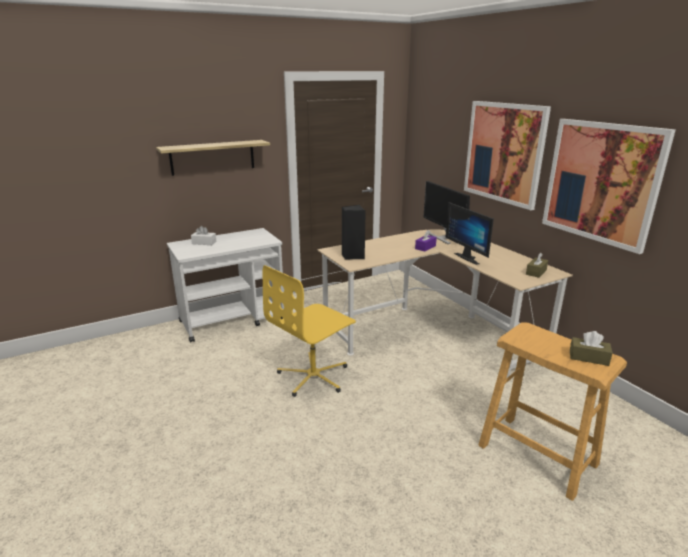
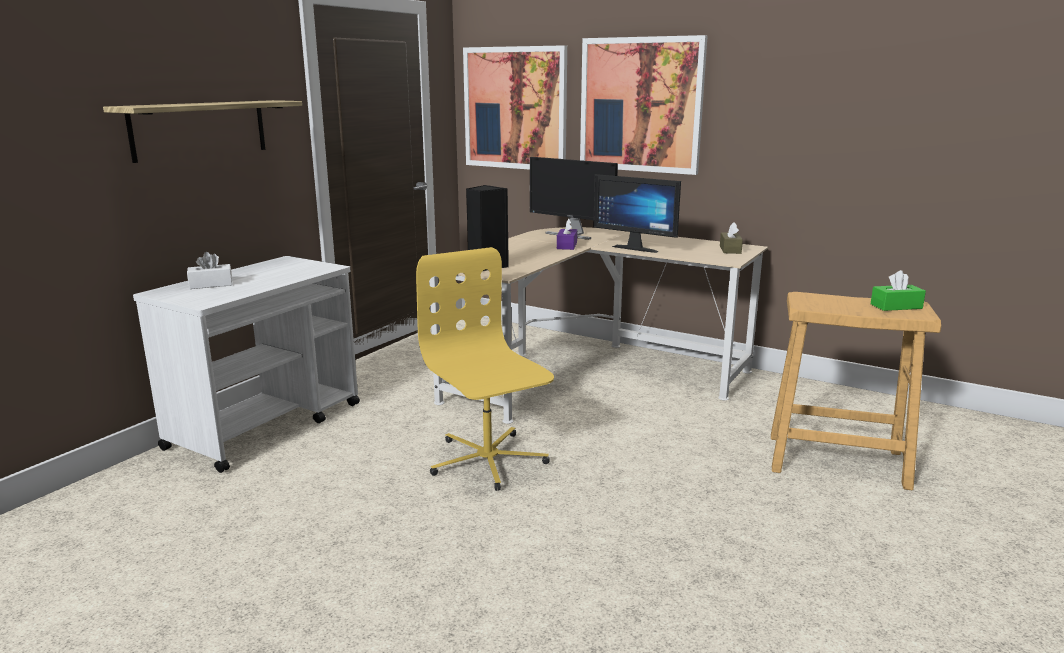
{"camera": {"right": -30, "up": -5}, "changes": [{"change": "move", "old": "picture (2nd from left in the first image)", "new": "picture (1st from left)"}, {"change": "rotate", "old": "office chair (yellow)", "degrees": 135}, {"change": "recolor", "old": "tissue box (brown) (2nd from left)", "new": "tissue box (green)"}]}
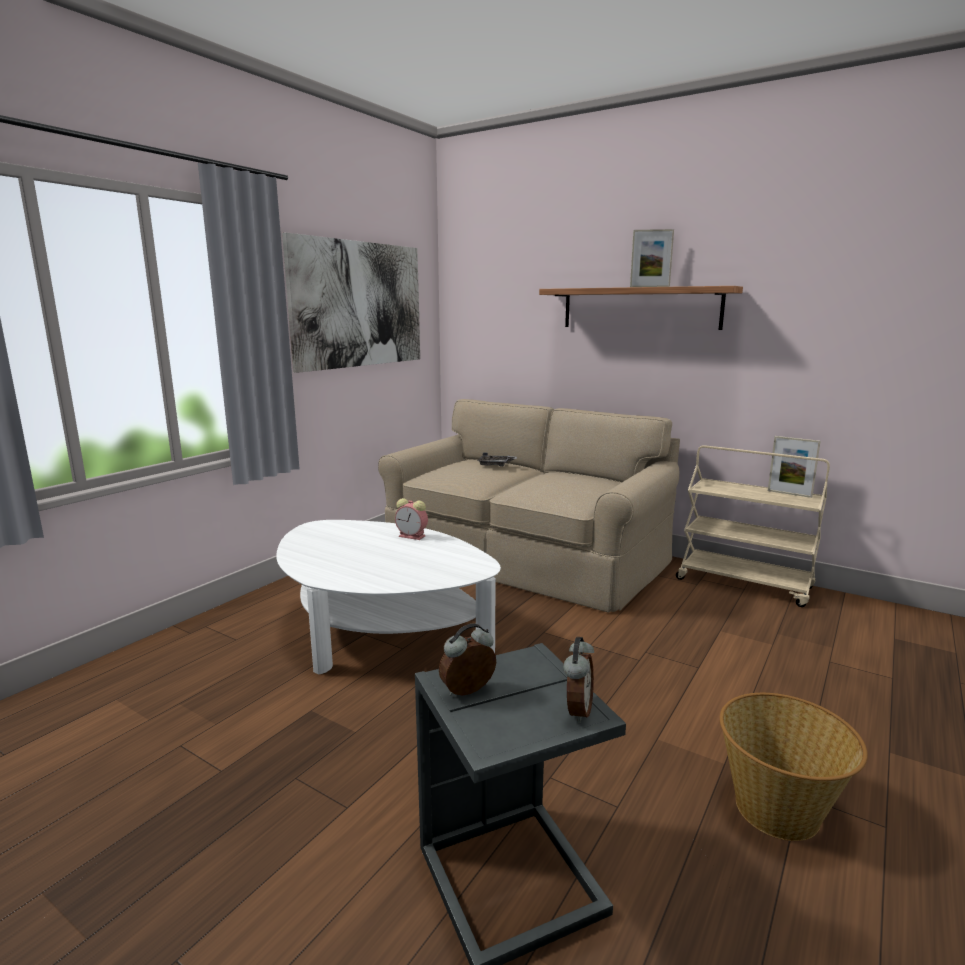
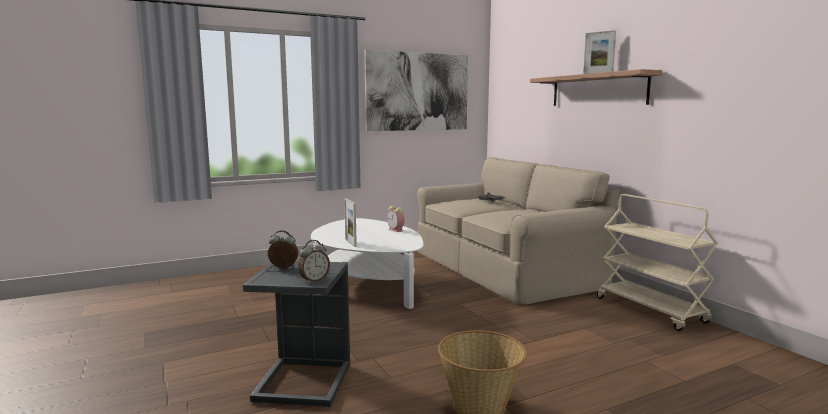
{"camera": {"right": 30, "up": -5}, "changes": [{"change": "move", "old": "picture frame (2nd from left in the first image)", "new": "picture frame (1st from left)"}]}
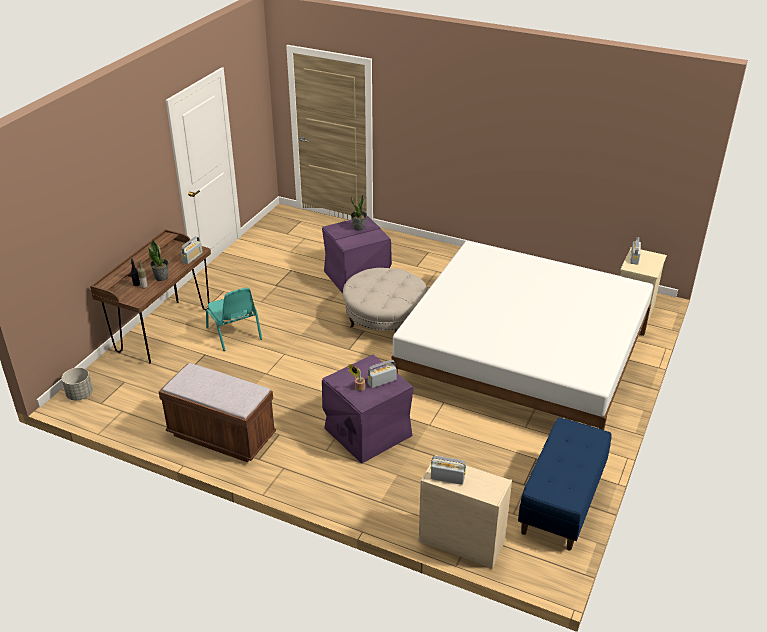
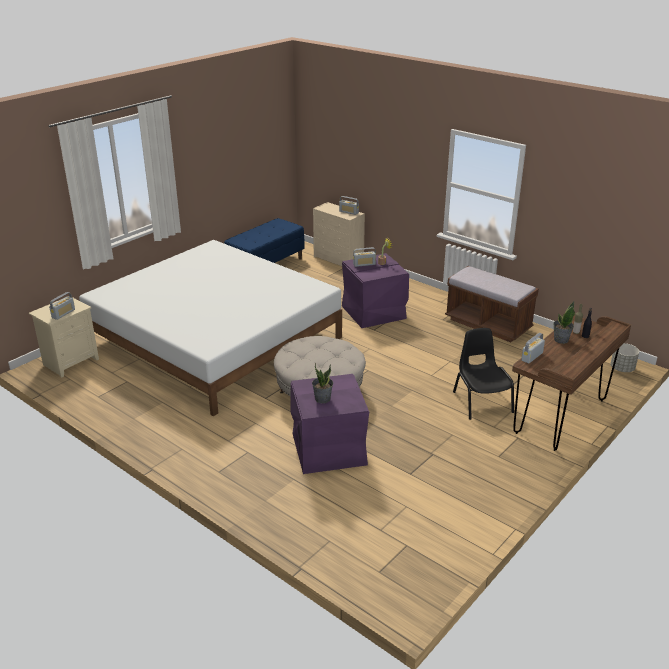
{"camera": {"right": -165, "up": -5}, "changes": [{"change": "recolor", "old": "chair (turquoise)", "new": "chair (black)"}]}
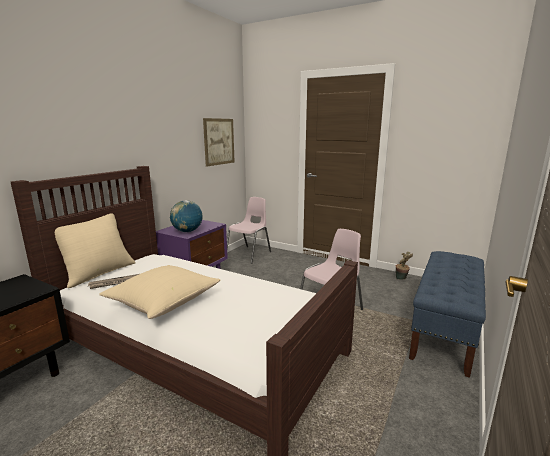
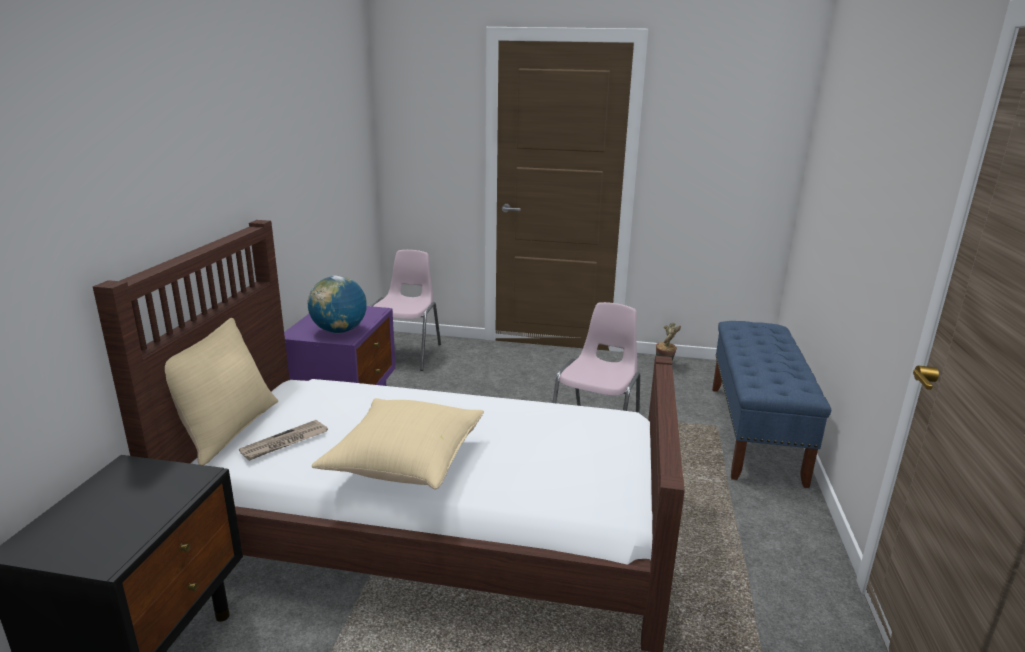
{"camera": {"right": -20, "up": 5}, "changes": [{"change": "delete", "old": "picture"}]}
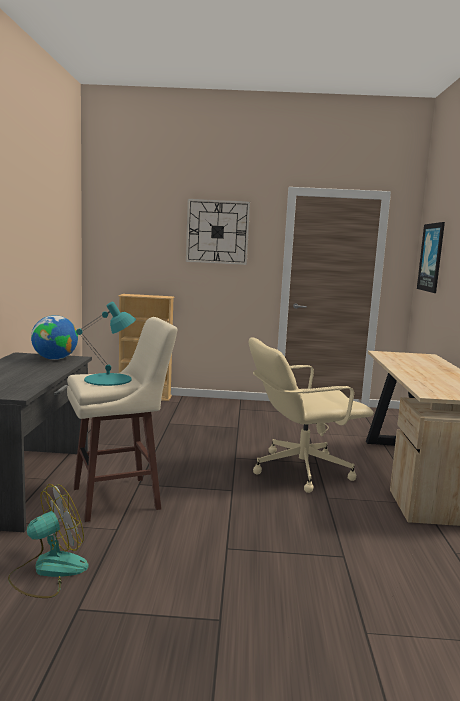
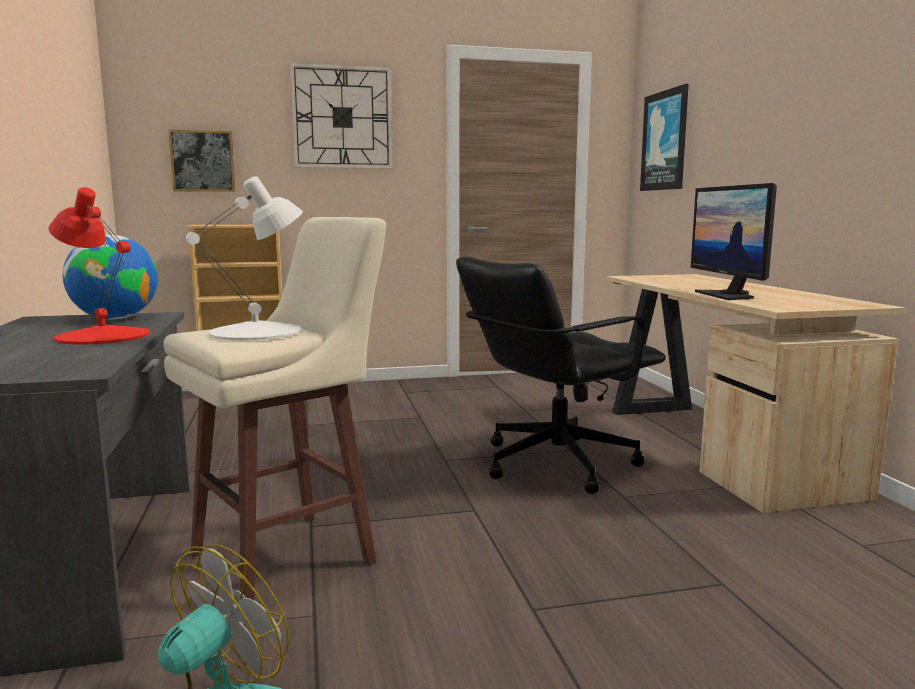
{"camera": {"right": -15, "up": 0}, "changes": [{"change": "recolor", "old": "table lamp (turquoise)", "new": "table lamp (white)"}, {"change": "recolor", "old": "office chair (beige)", "new": "office chair (black)"}, {"change": "insert", "new": "picture (1st from left)"}, {"change": "insert", "new": "monitor"}, {"change": "insert", "new": "table lamp (red)"}]}
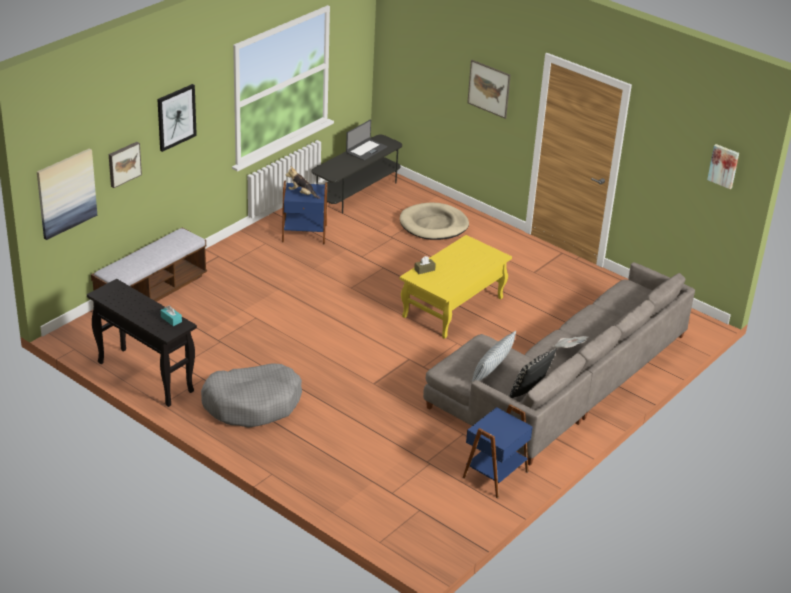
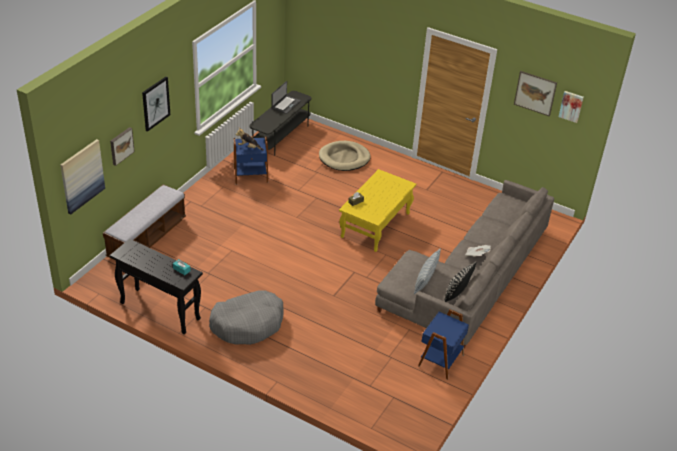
{"camera": {"right": -10, "up": 5}, "changes": [{"change": "move", "old": "picture (4th from left)"}]}
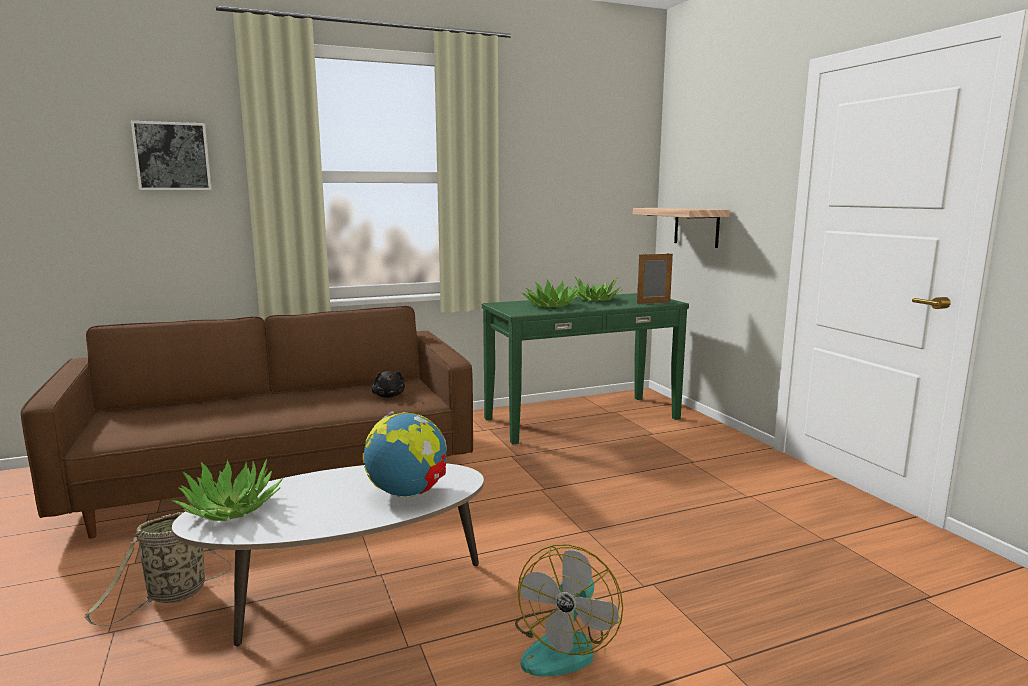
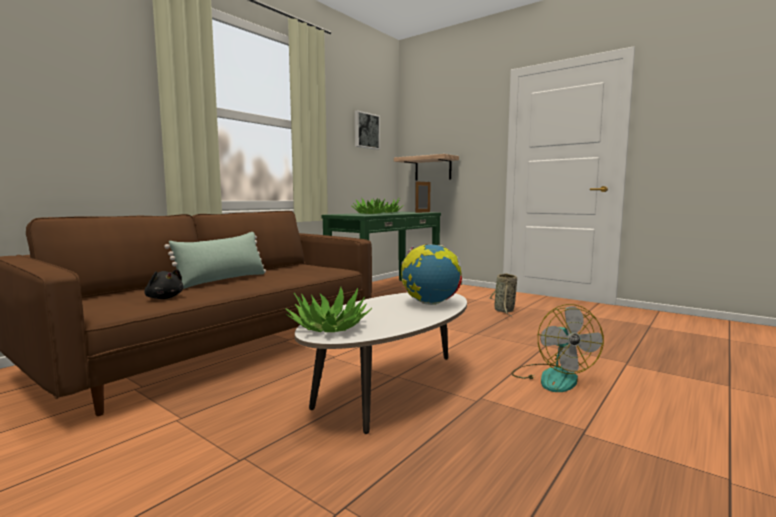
{"camera": {"right": -30, "up": -5}, "changes": [{"change": "move", "old": "picture"}, {"change": "move", "old": "plush toy (black)"}, {"change": "move", "old": "basket"}, {"change": "insert", "new": "pillow (green)"}]}
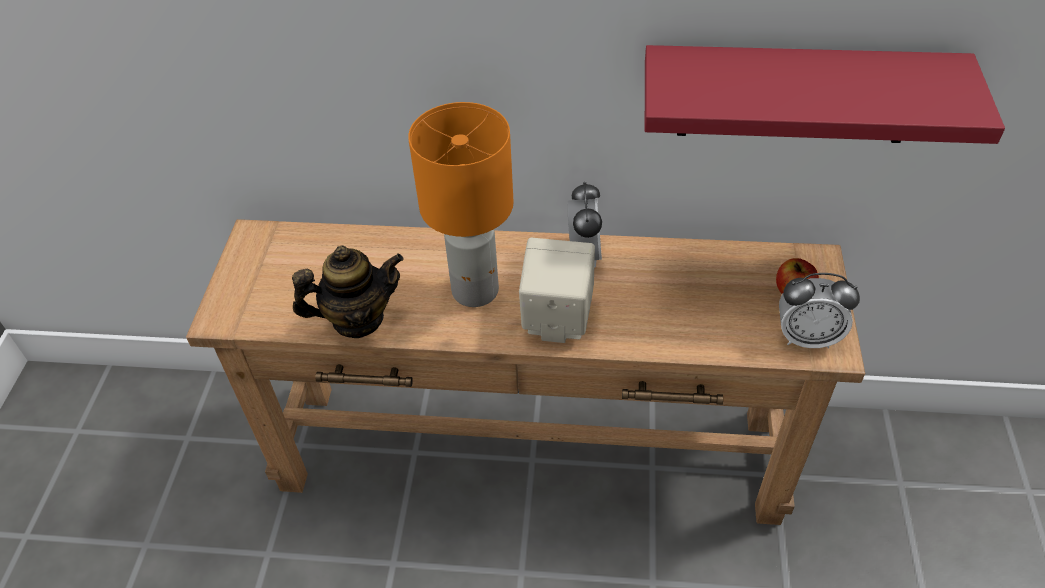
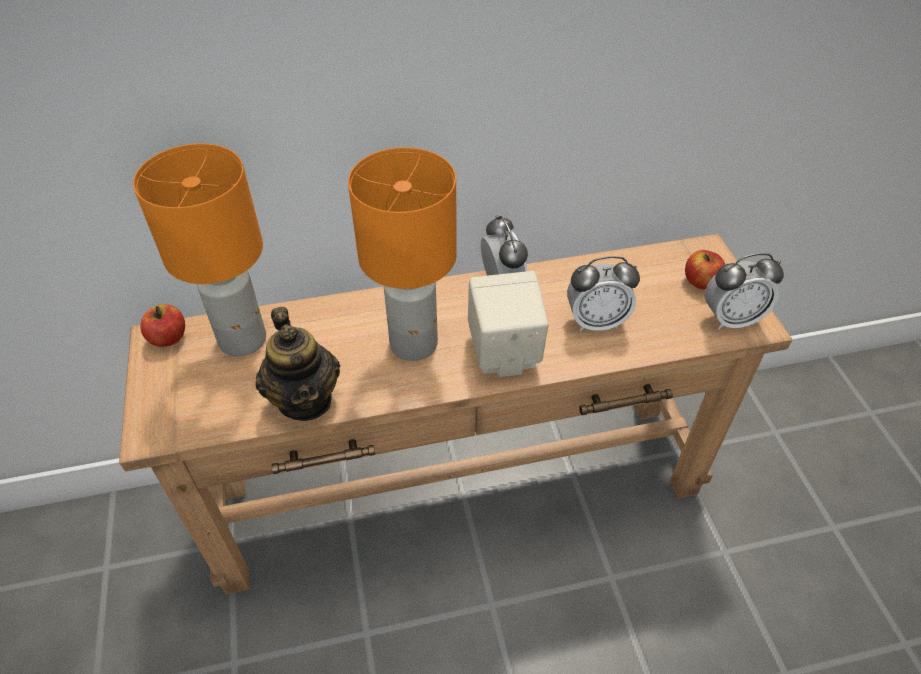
{"camera": {"right": -20, "up": 0}, "changes": [{"change": "delete", "old": "shelf (red)"}, {"change": "rotate", "old": "teapot", "degrees": 105}, {"change": "insert", "new": "table lamp (orange) (1st from left)"}, {"change": "insert", "new": "alarm clock (2nd from left)"}, {"change": "insert", "new": "apple (1st from left)"}]}
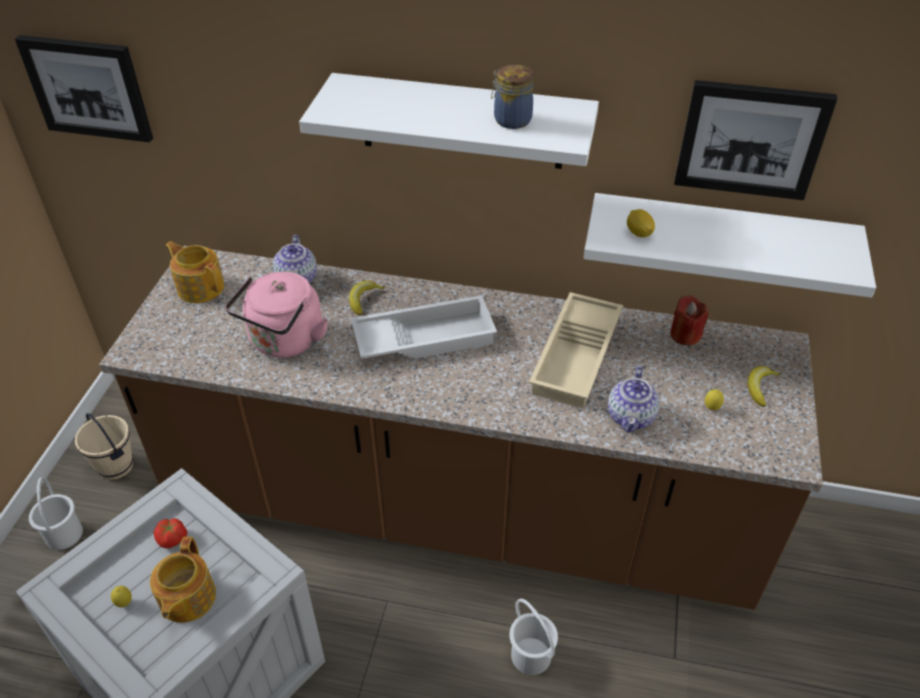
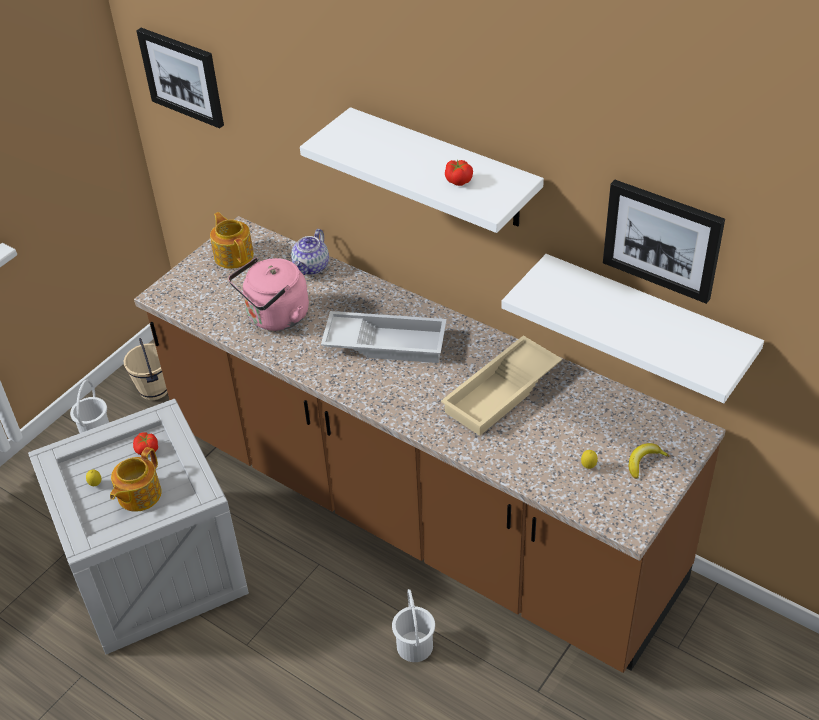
{"camera": {"right": 25, "up": 0}, "changes": [{"change": "replace", "old": "jar", "new": "tomato (2nd from left)"}, {"change": "delete", "old": "lemon (2nd from left)"}, {"change": "delete", "old": "banana (1st from left)"}, {"change": "delete", "old": "candle (red)"}, {"change": "delete", "old": "teapot (4th from left)"}]}
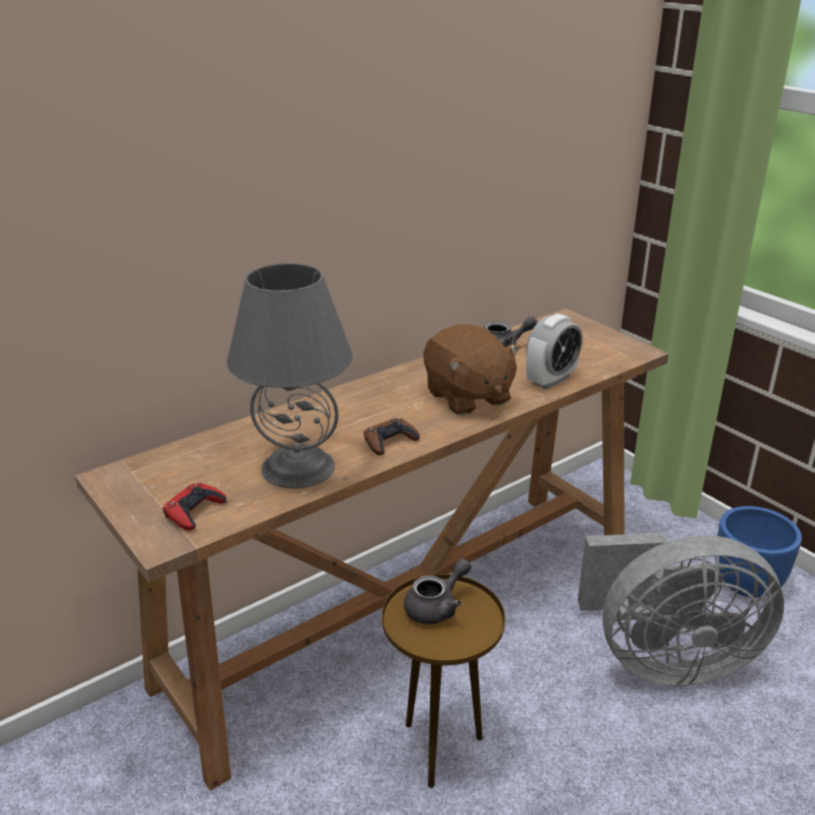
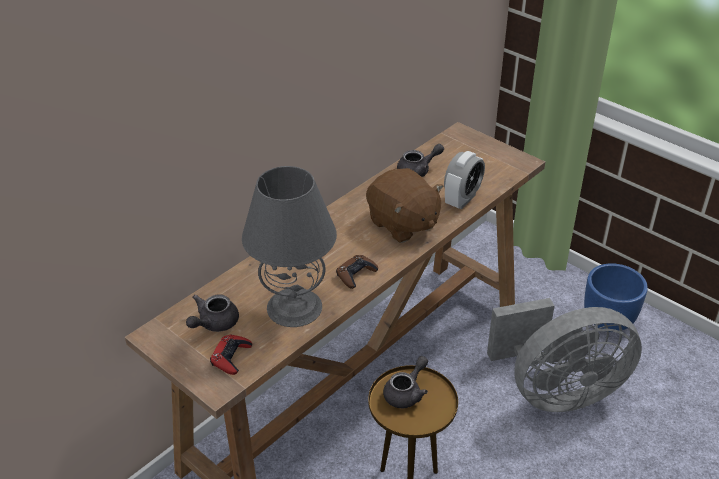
{"camera": {"right": -10, "up": 10}, "changes": [{"change": "insert", "new": "teapot (grey) (1st from left)"}]}
